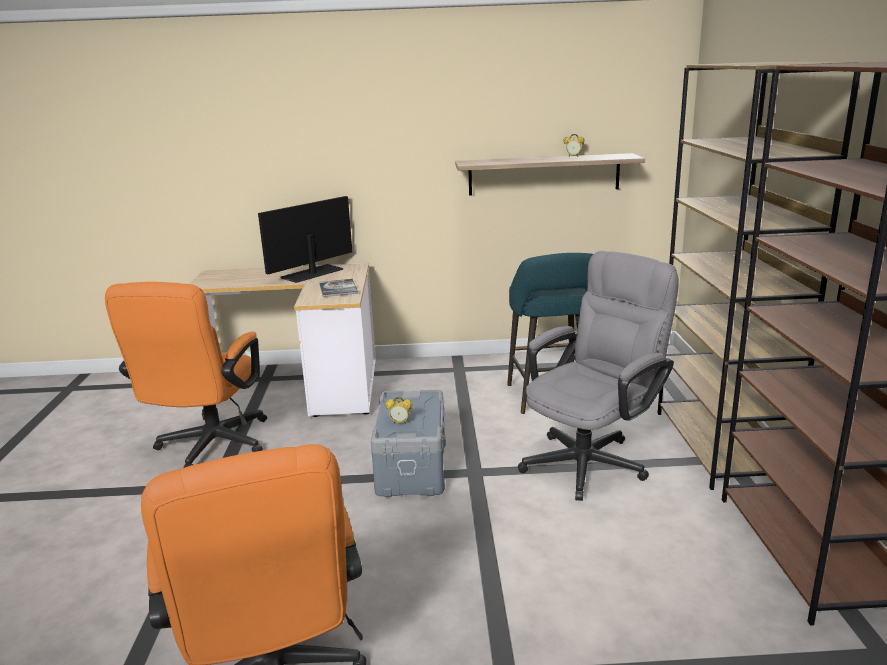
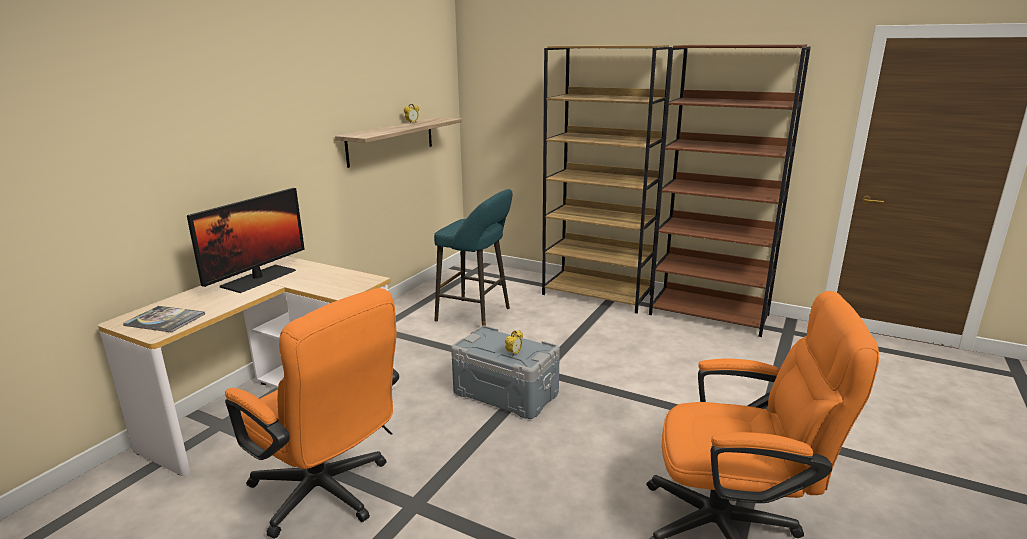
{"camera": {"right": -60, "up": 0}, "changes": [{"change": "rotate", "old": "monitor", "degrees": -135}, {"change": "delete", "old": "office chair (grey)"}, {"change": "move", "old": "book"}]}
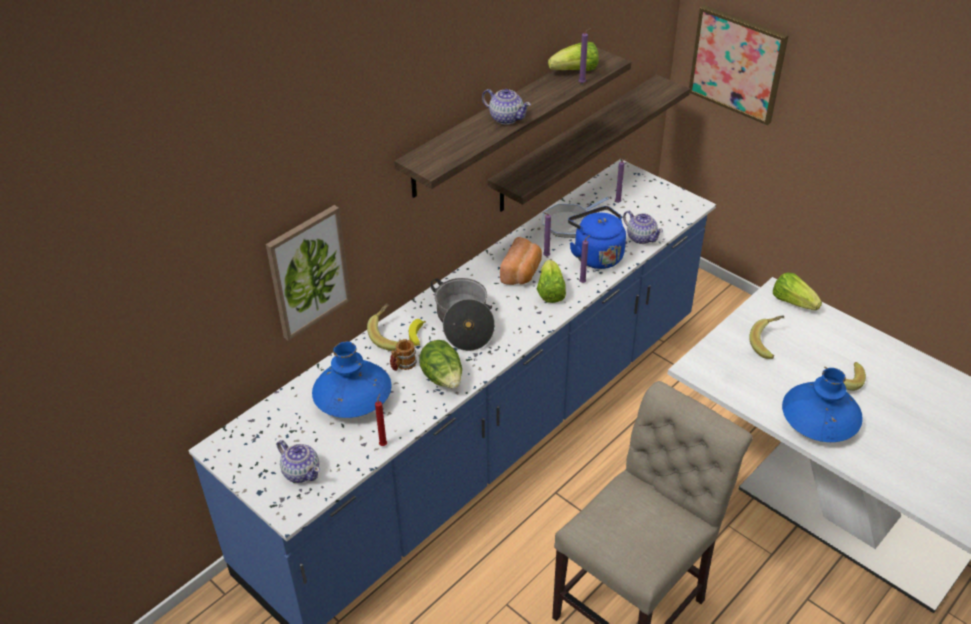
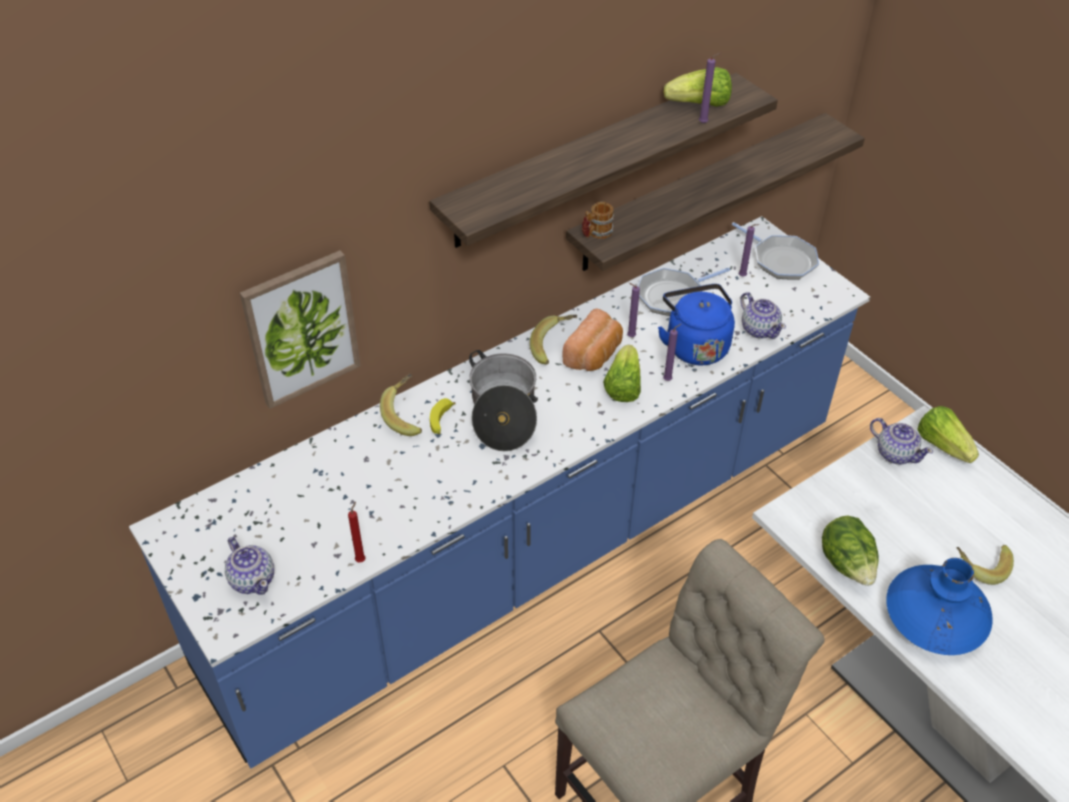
{"camera": {"right": 10, "up": 5}, "changes": [{"change": "delete", "old": "picture (2nd from left)"}, {"change": "move", "old": "teapot (2nd from left in the first image)", "new": "teapot (3rd from left)"}, {"change": "move", "old": "banana (3rd from left)"}, {"change": "move", "old": "mug"}, {"change": "move", "old": "lettuce (1st from left in the first image)", "new": "lettuce (3rd from left)"}, {"change": "delete", "old": "vase (blue) (1st from left)"}, {"change": "insert", "new": "frying pan (2nd from left)"}]}
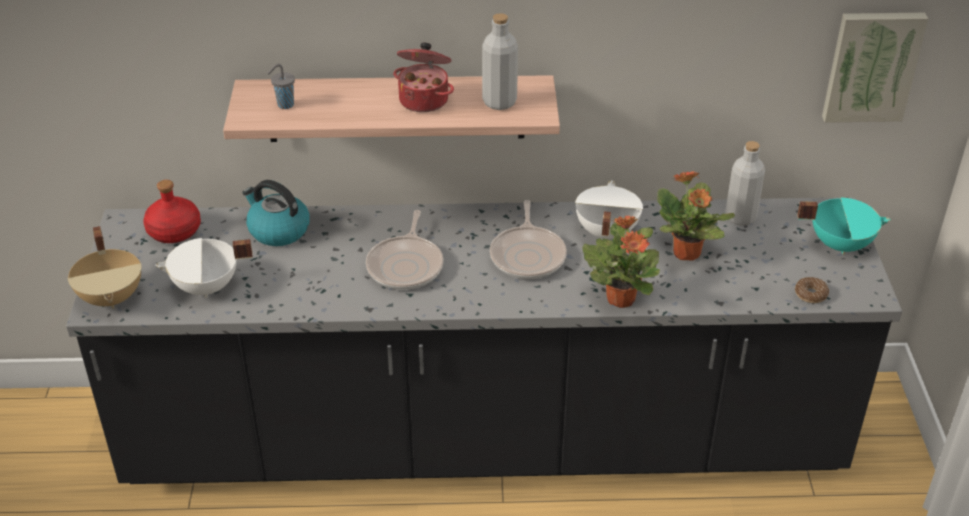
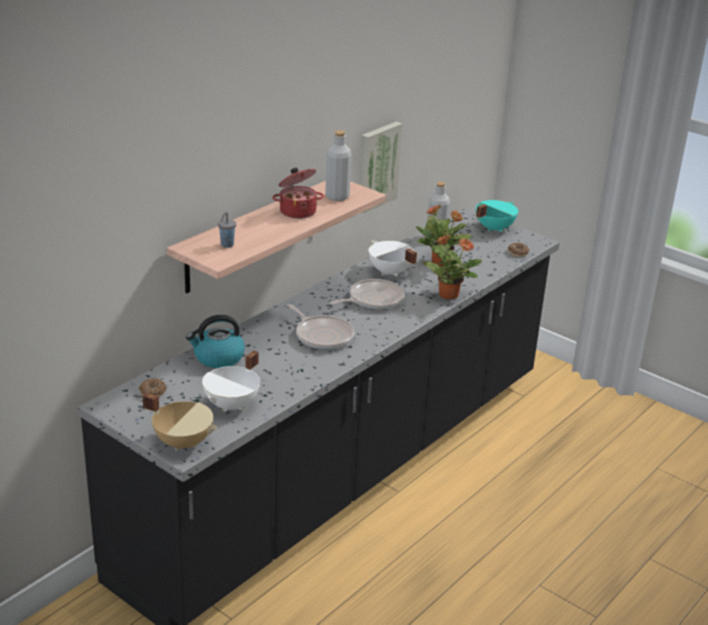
{"camera": {"right": -50, "up": -10}, "changes": [{"change": "move", "old": "picture"}, {"change": "replace", "old": "bottle (red)", "new": "donut (1st from left)"}, {"change": "rotate", "old": "frying pan (2nd from left)", "degrees": -75}]}
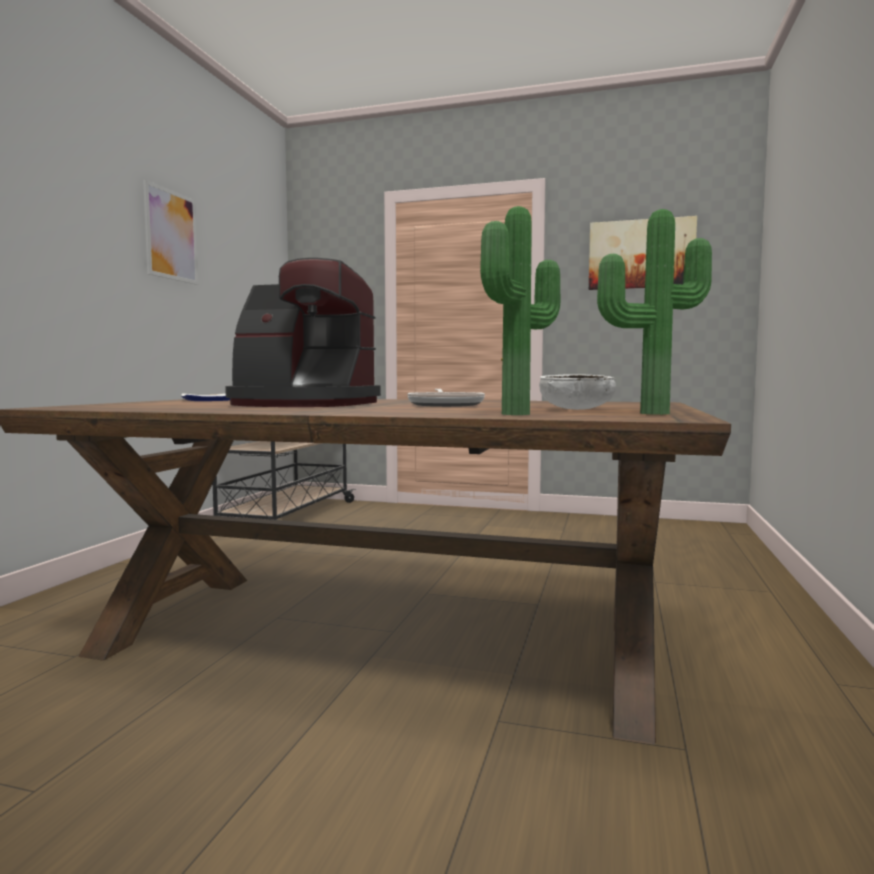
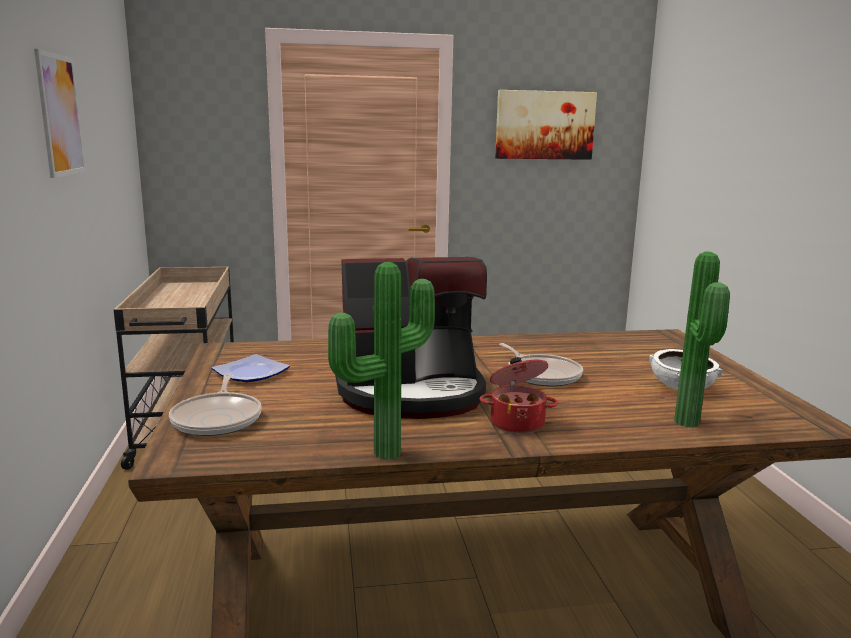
{"camera": {"right": -25, "up": 10}, "changes": [{"change": "move", "old": "potted plant (2nd from left in the first image)", "new": "potted plant (1st from left)"}, {"change": "insert", "new": "cooking pot"}, {"change": "insert", "new": "frying pan (1st from left)"}]}
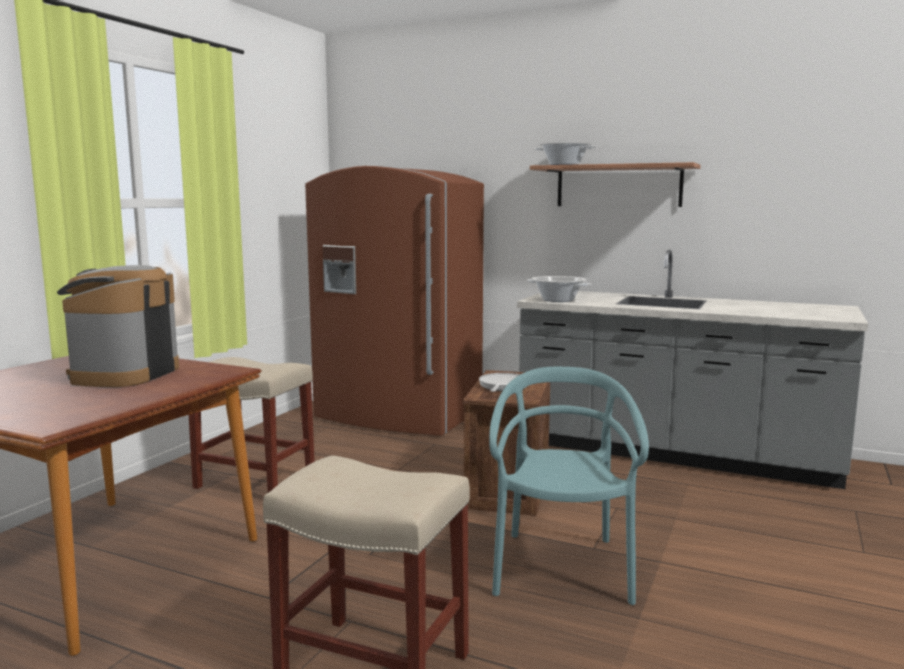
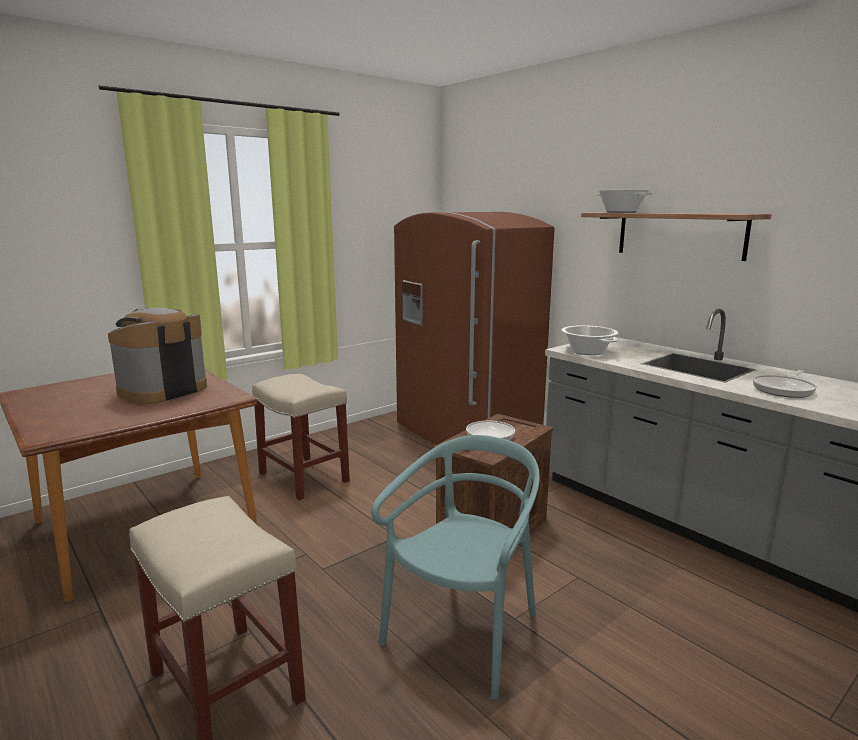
{"camera": {"right": 25, "up": 5}, "changes": [{"change": "insert", "new": "frying pan (2nd from left)"}]}
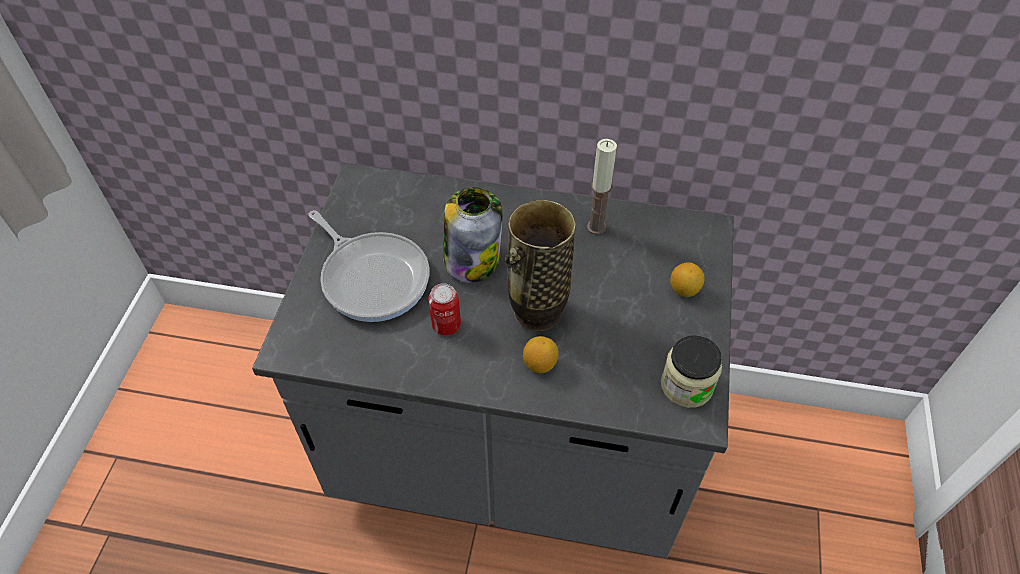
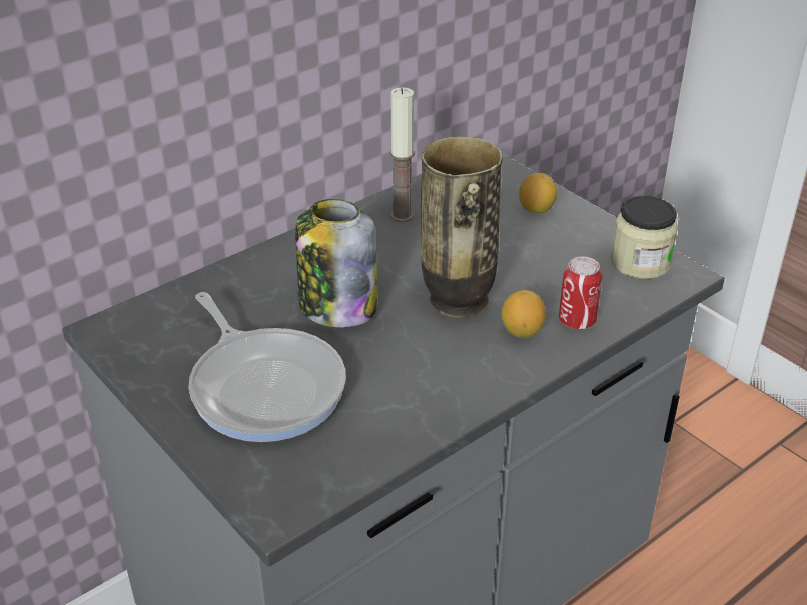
{"camera": {"right": -50, "up": -15}, "changes": [{"change": "rotate", "old": "frying pan", "degrees": 60}, {"change": "move", "old": "can"}]}
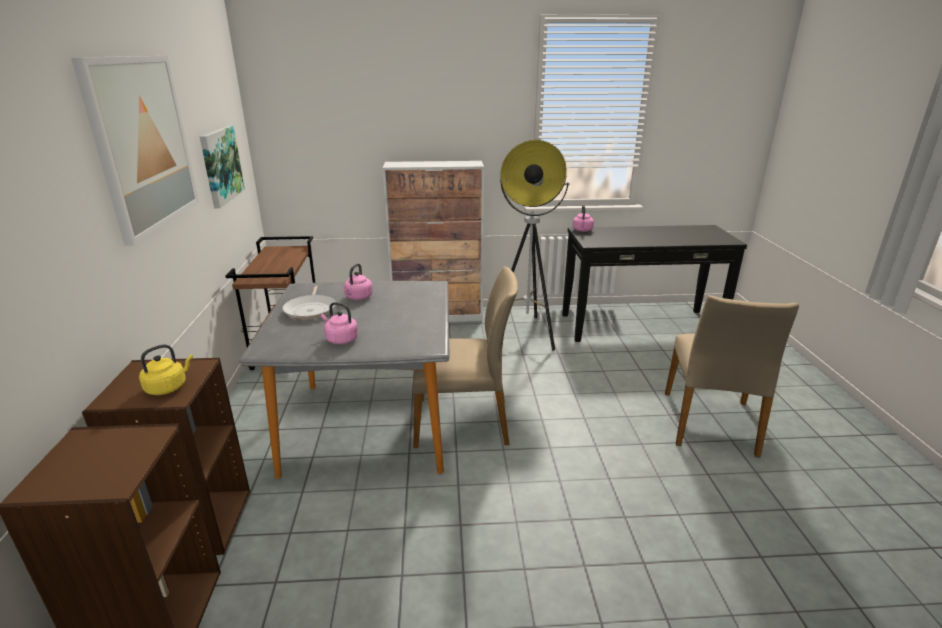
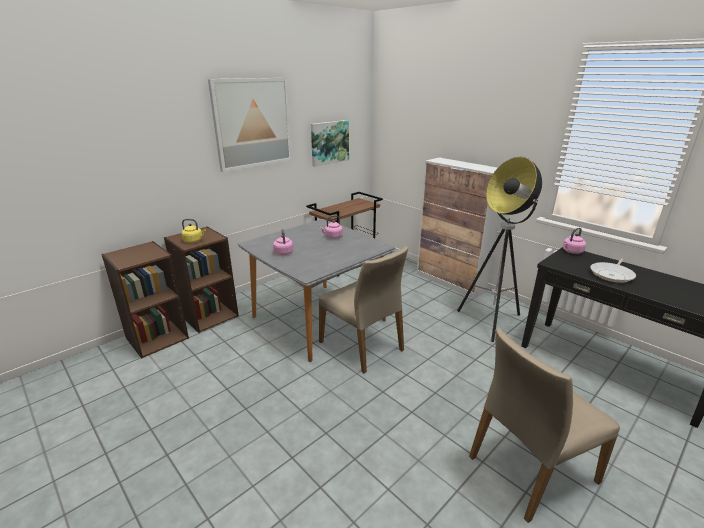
{"camera": {"right": 50, "up": 0}, "changes": [{"change": "move", "old": "frying pan"}]}
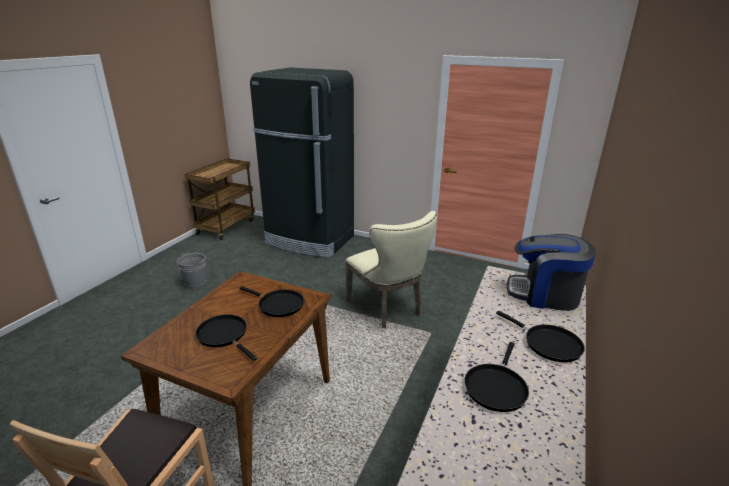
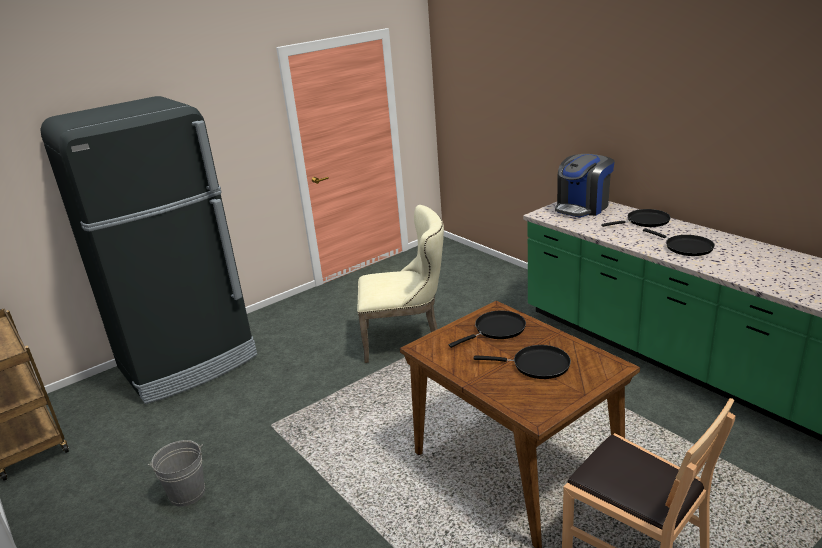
{"camera": {"right": -60, "up": 0}, "changes": [{"change": "rotate", "old": "frying pan (black) (1st from left in the first image)", "degrees": -150}]}
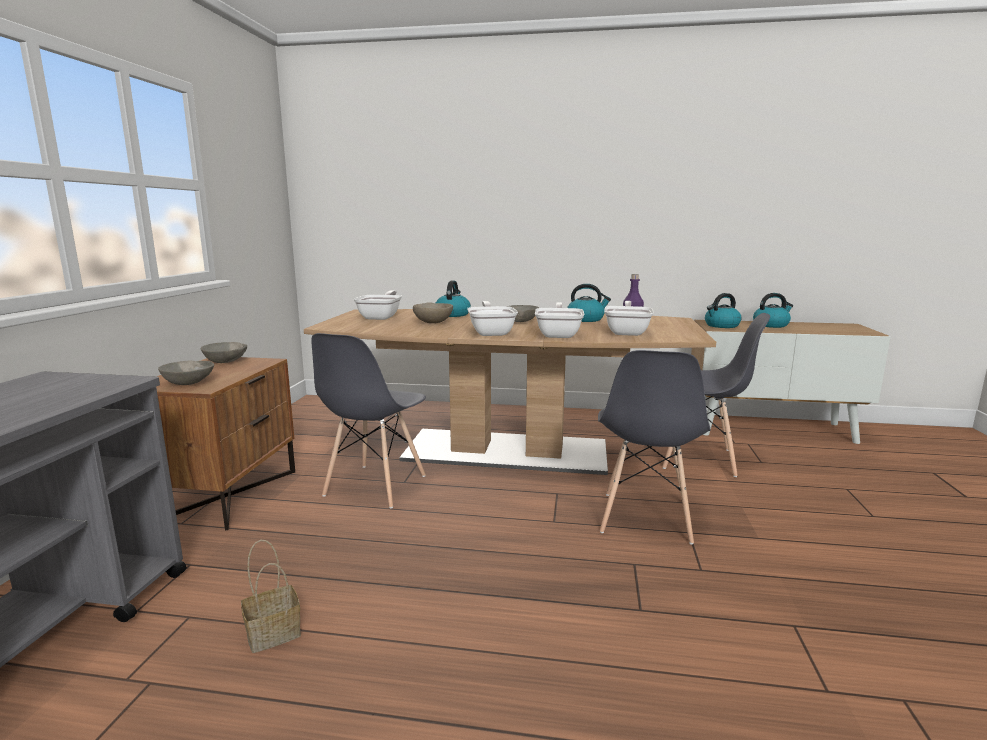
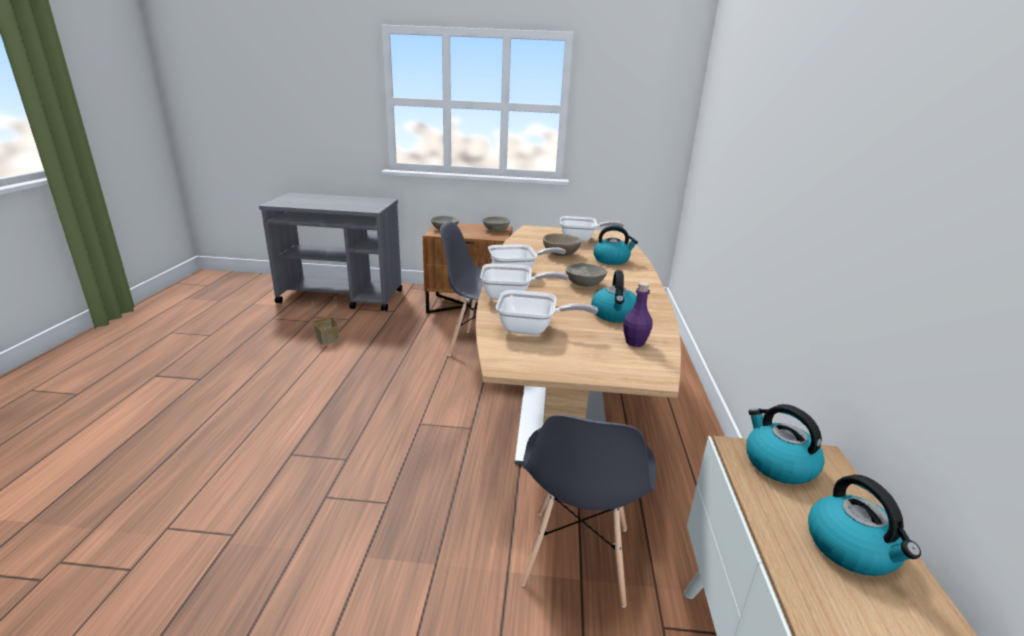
{"camera": {"right": 85, "up": 10}, "changes": [{"change": "delete", "old": "chair (grey) (2nd from left)"}]}
